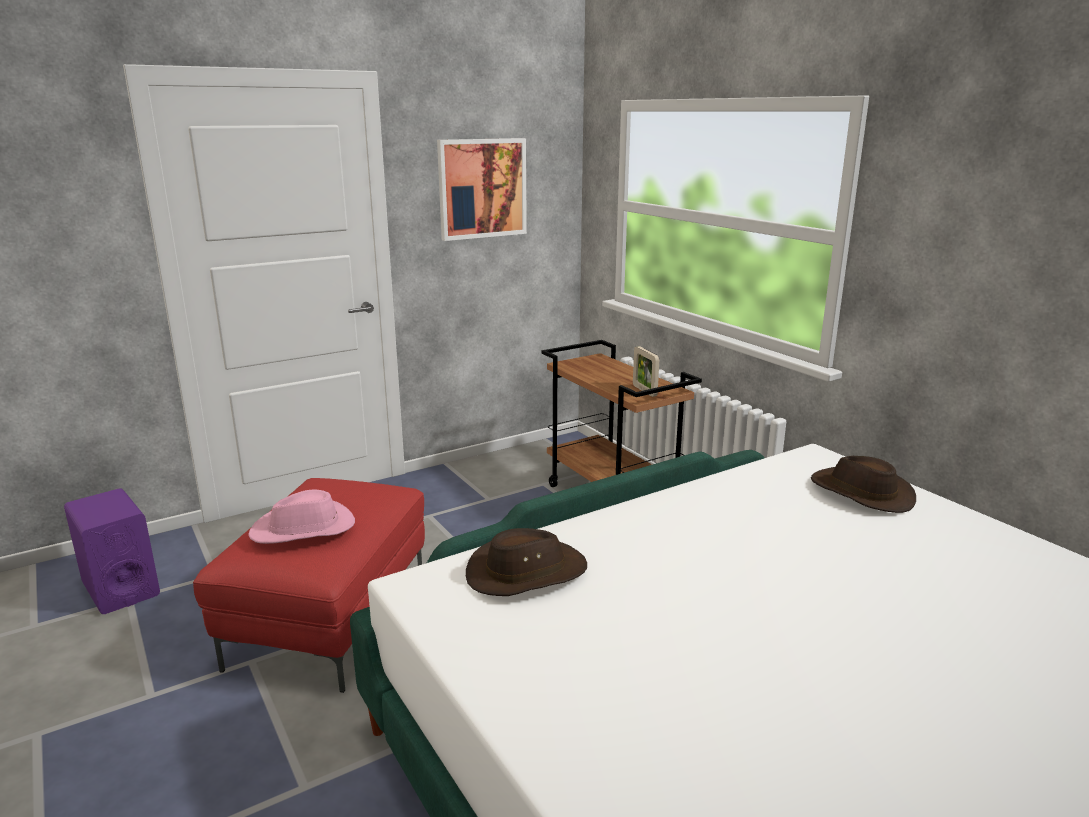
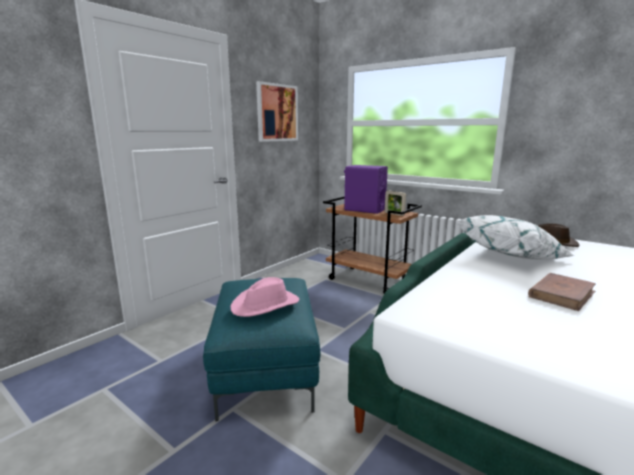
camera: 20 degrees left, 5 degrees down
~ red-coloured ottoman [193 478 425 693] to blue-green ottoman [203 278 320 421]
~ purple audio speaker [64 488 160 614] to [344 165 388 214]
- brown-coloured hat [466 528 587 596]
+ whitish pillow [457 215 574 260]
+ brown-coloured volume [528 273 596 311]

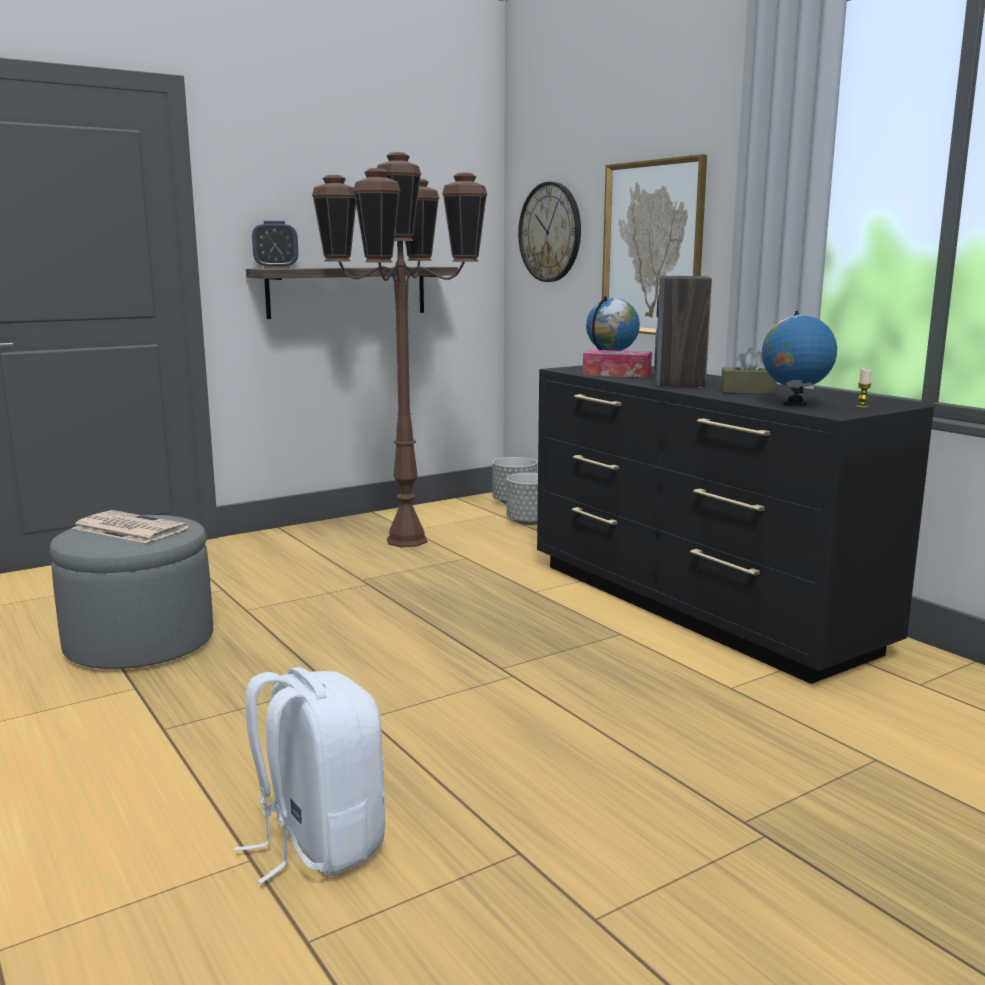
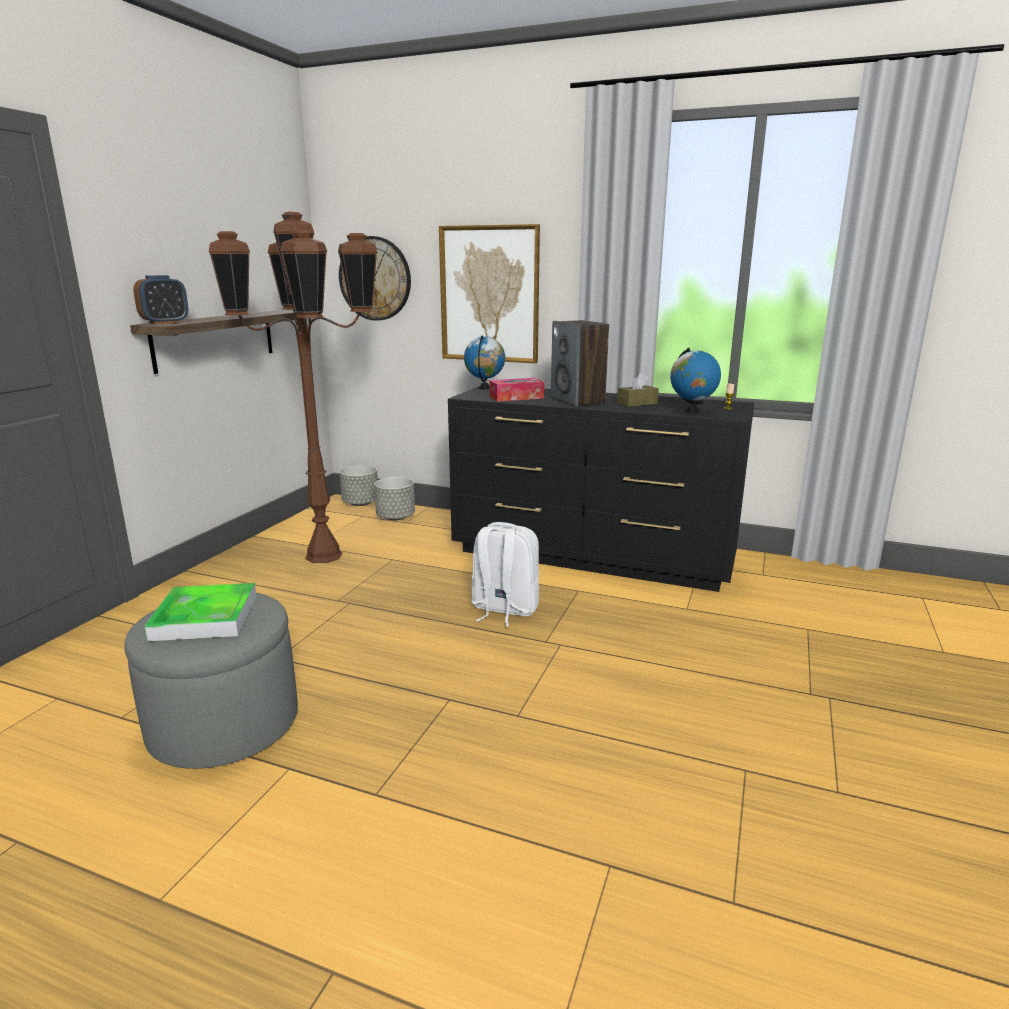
camera: 35 degrees left, 5 degrees up
~ printed paper [72 510 189 543] to carrying tray [145 583 257 641]
~ whitish backpack [234 667 385 884] to [471 522 539 627]

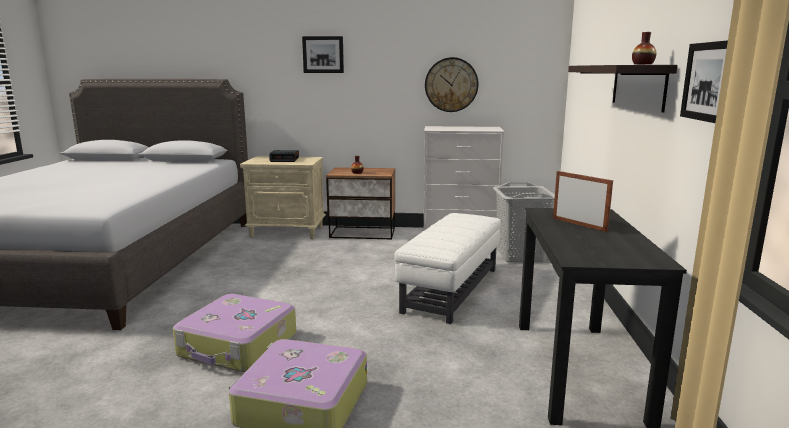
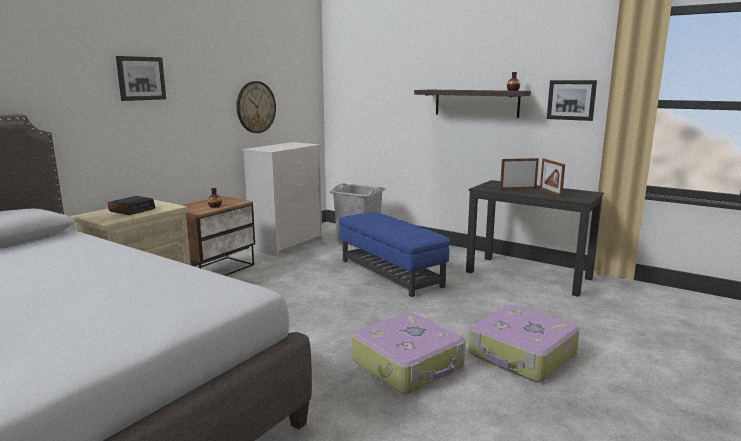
camera: 60 degrees left, 0 degrees up
~ whitish ottoman [394 213 501 324] to blue ottoman [339 212 450 297]
+ picture frame [540 159 565 197]

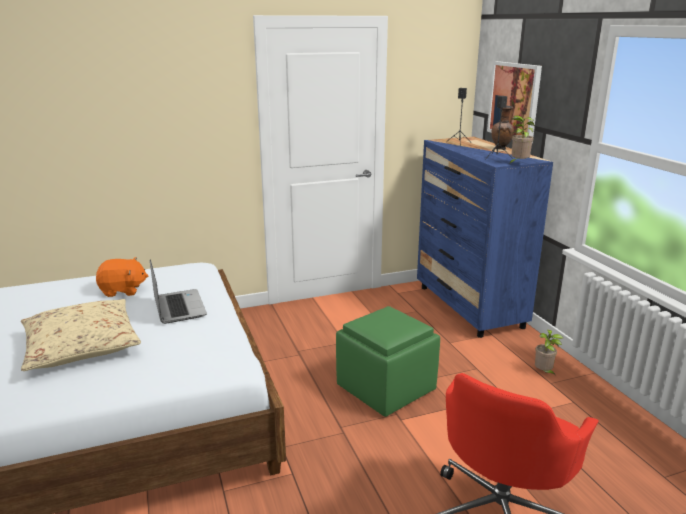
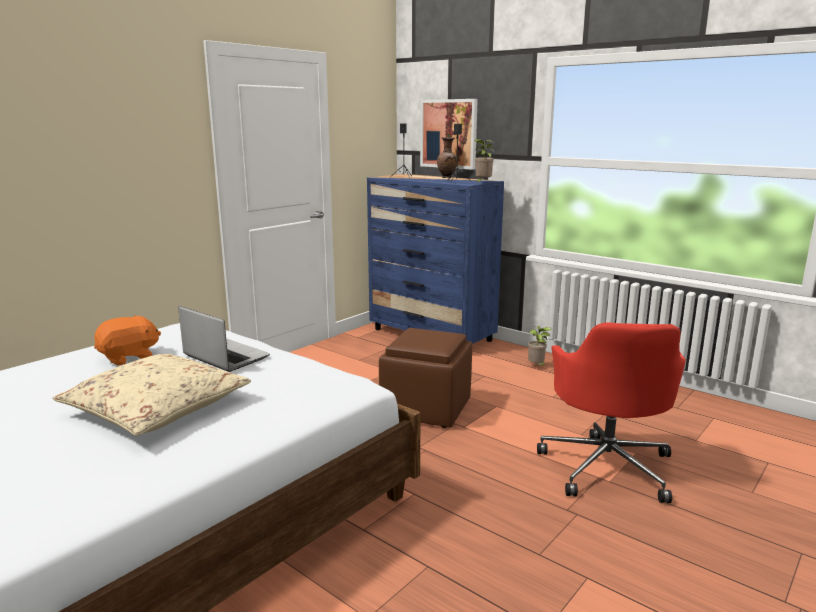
camera: 30 degrees left, 5 degrees down
~ green-coloured ottoman [336 306 440 417] to brown-coloured ottoman [379 328 472 428]

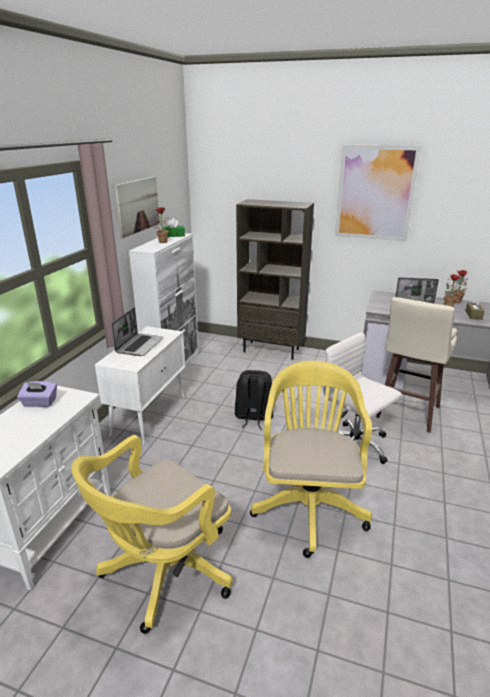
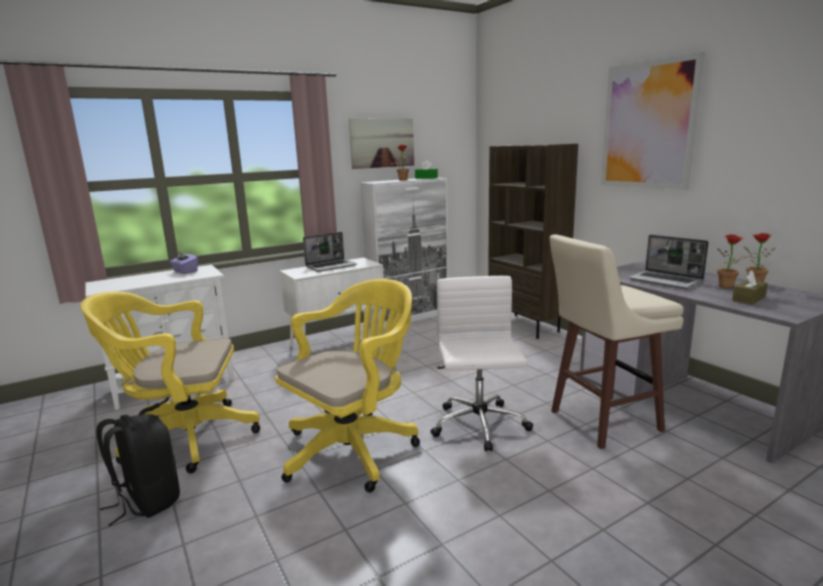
camera: 40 degrees right, 10 degrees down
~ blackish backpack [235 370 273 429] to [96 414 180 526]

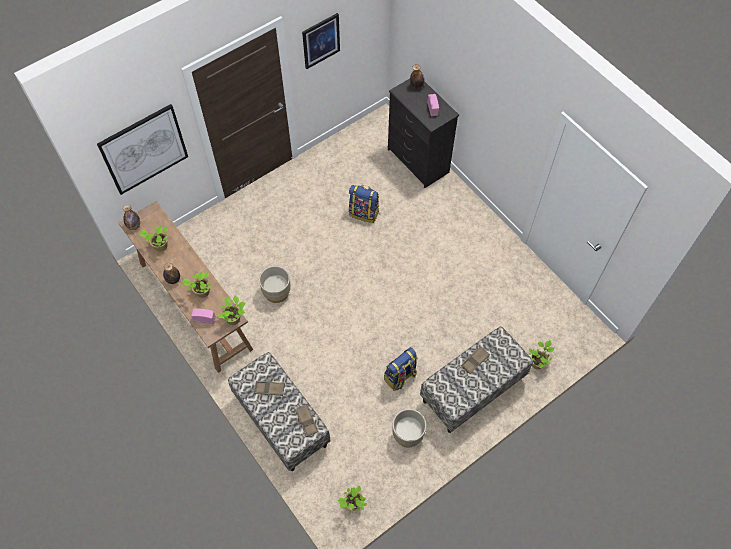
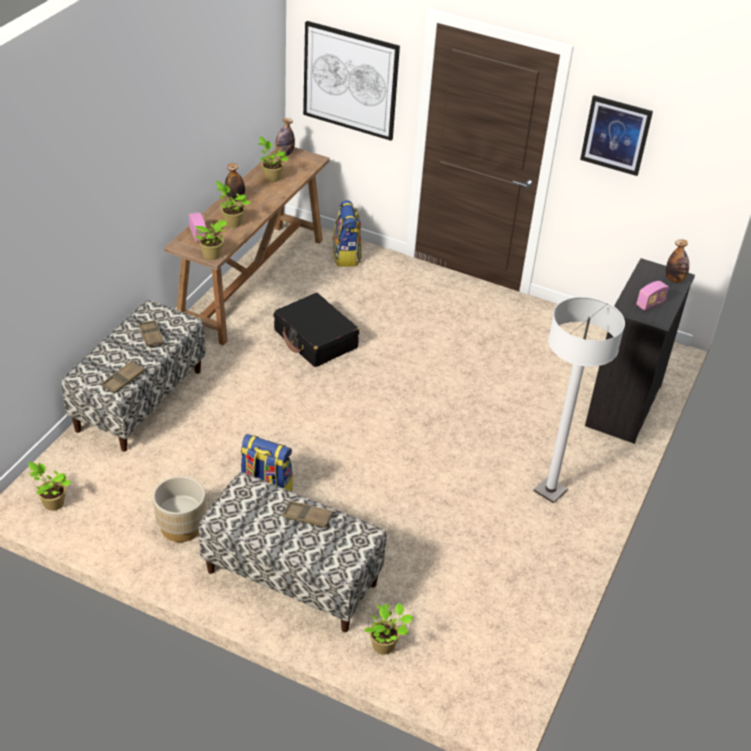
camera: 60 degrees right, 20 degrees down
~ backpack [349 185 379 223] to [333 200 362 267]
~ beige-coloured plant pot [259 266 291 303] to blackish travel case [274 293 359 367]
+ whitish floor lamp [534 296 625 504]

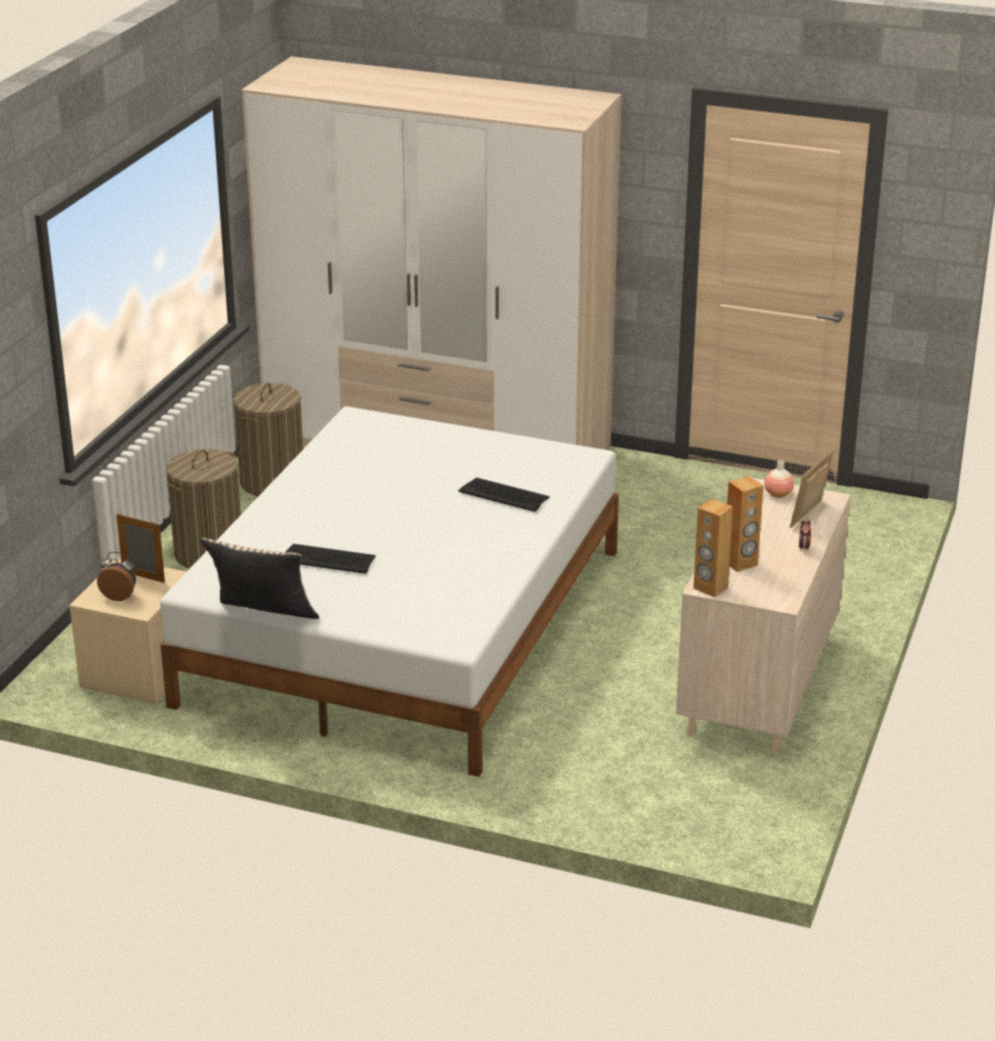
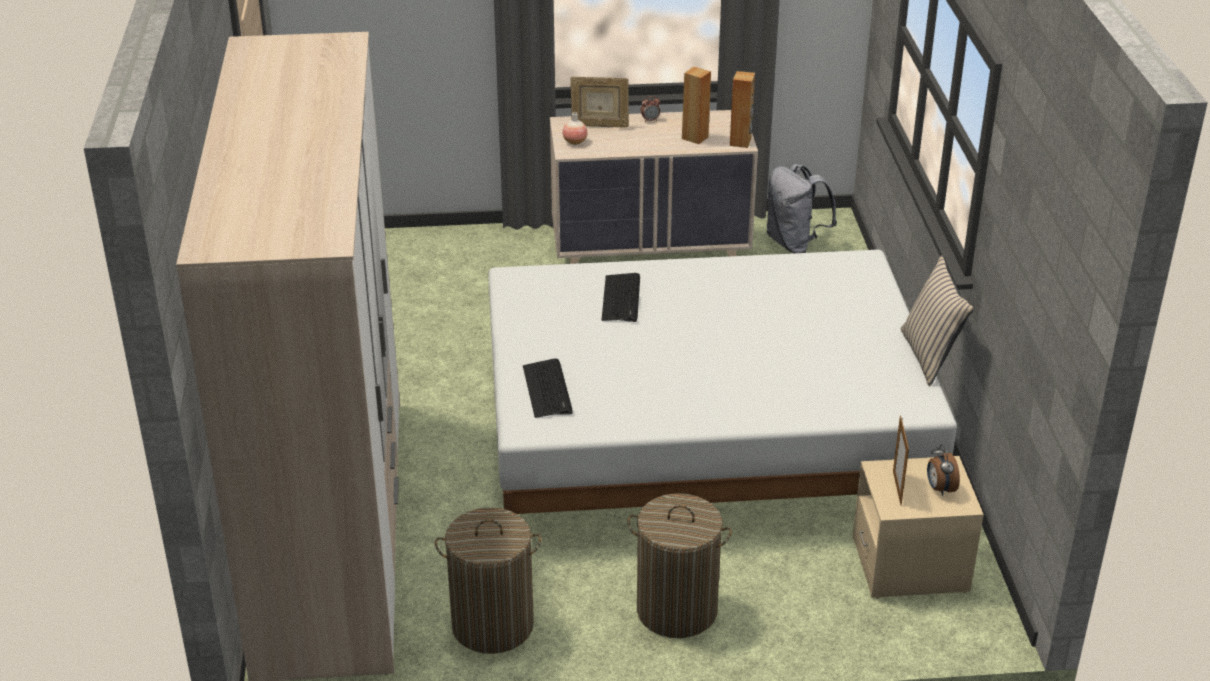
camera: 115 degrees left, 5 degrees up
~ keyboard [286 544 376 573] to [523 359 572 418]
+ grey backpack [767 164 837 253]

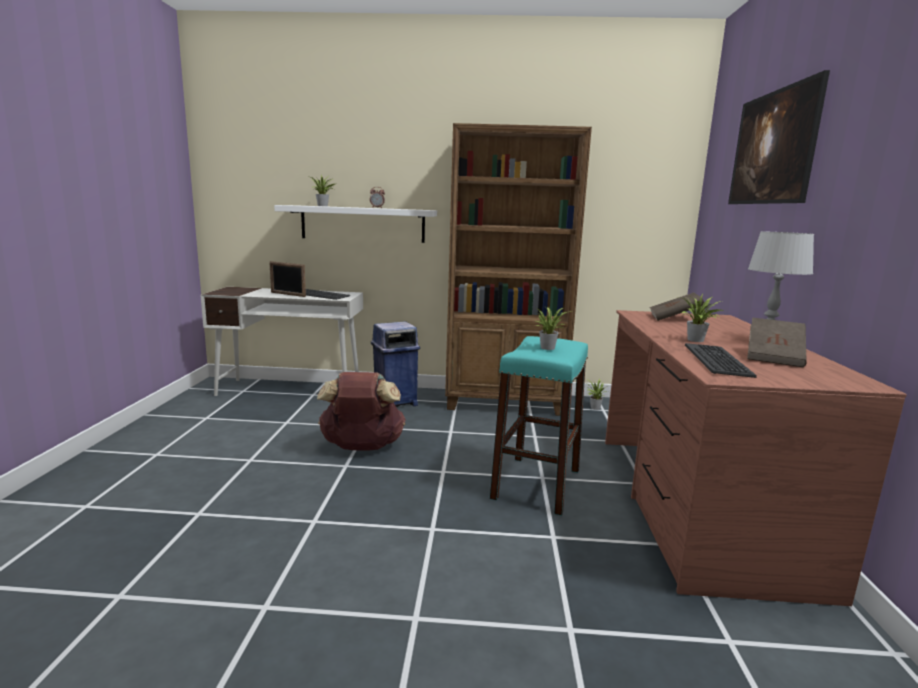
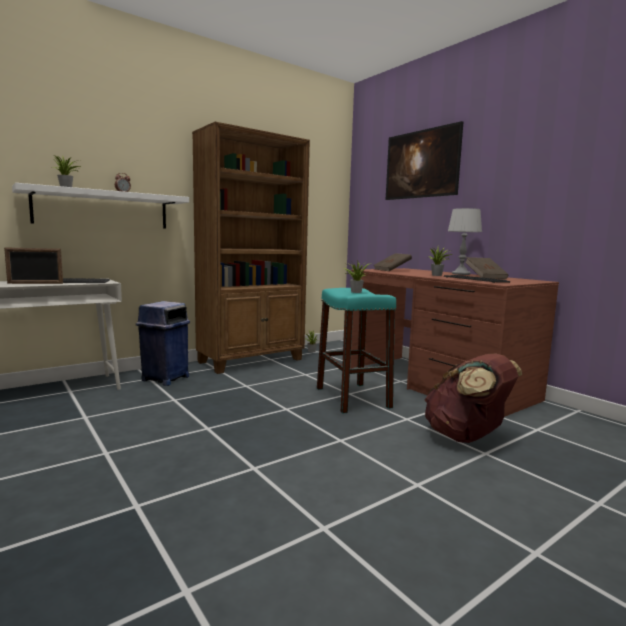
camera: 40 degrees left, 5 degrees down
~ brown-coloured backpack [317 372 406 451] to [425 354 522 443]

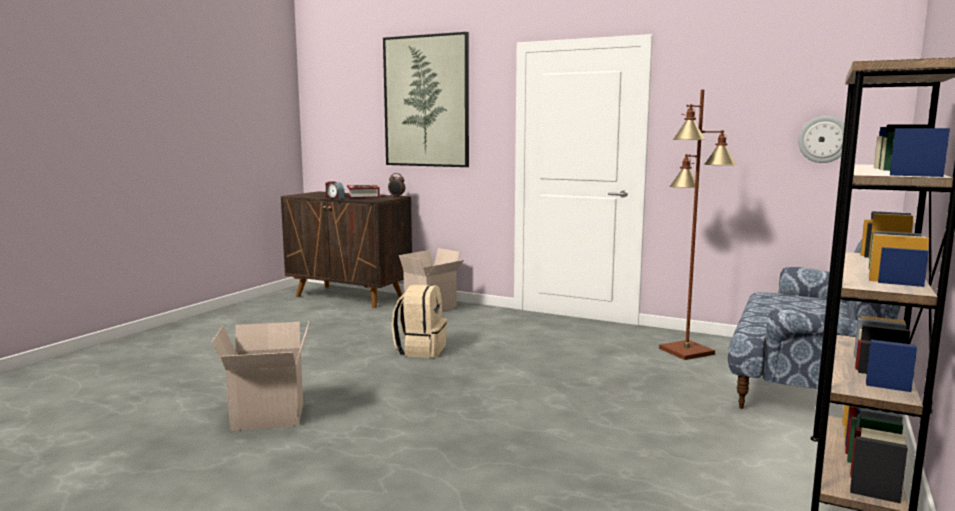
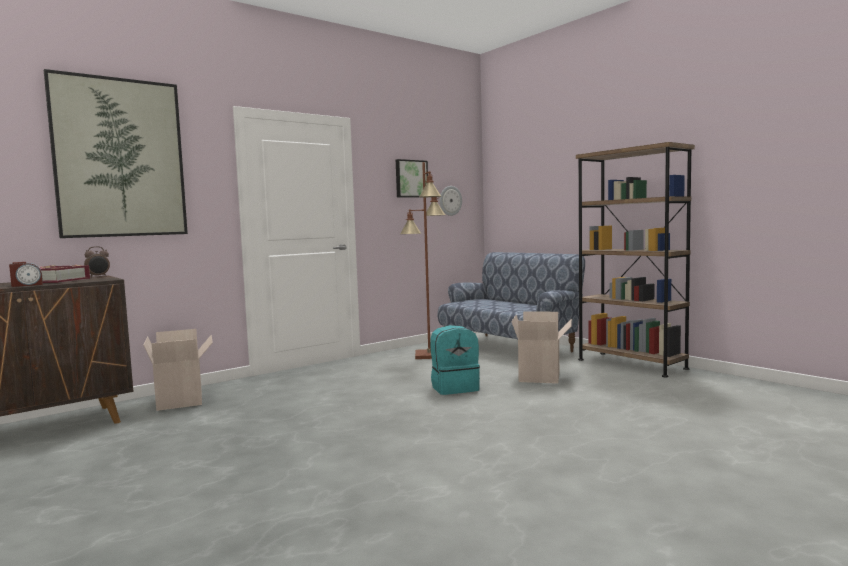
camera: 65 degrees left, 5 degrees down
- beige-coloured backpack [392 285 447 358]
~ carton [212 321 309 431] to [512 311 572 384]
+ picture [396 159 428 198]
+ blue-green backpack [430 325 480 395]

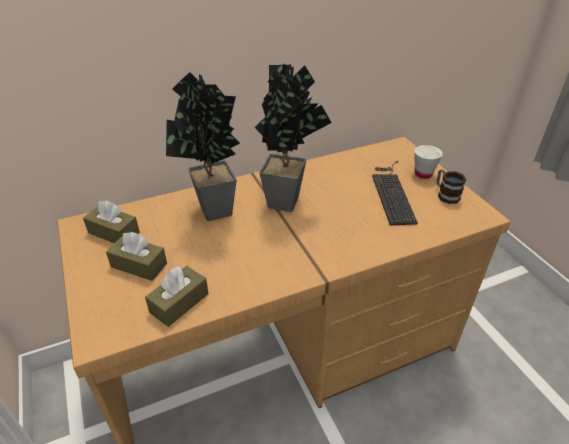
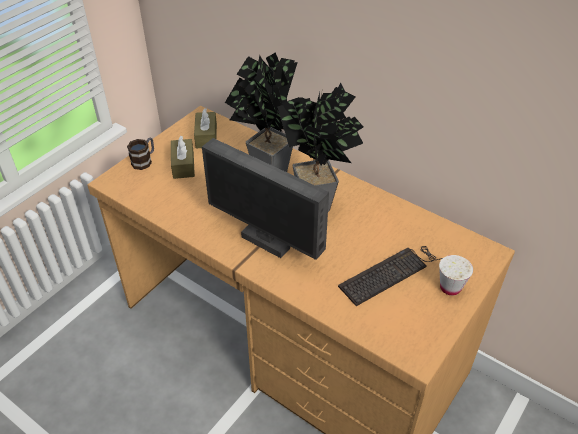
camera: 60 degrees right, 5 degrees up
~ mug [437 169 467 204] to [127 138 154 170]
- brown-coloured tissue box [145 266 208 327]
+ computer screen [202 138 329 260]

